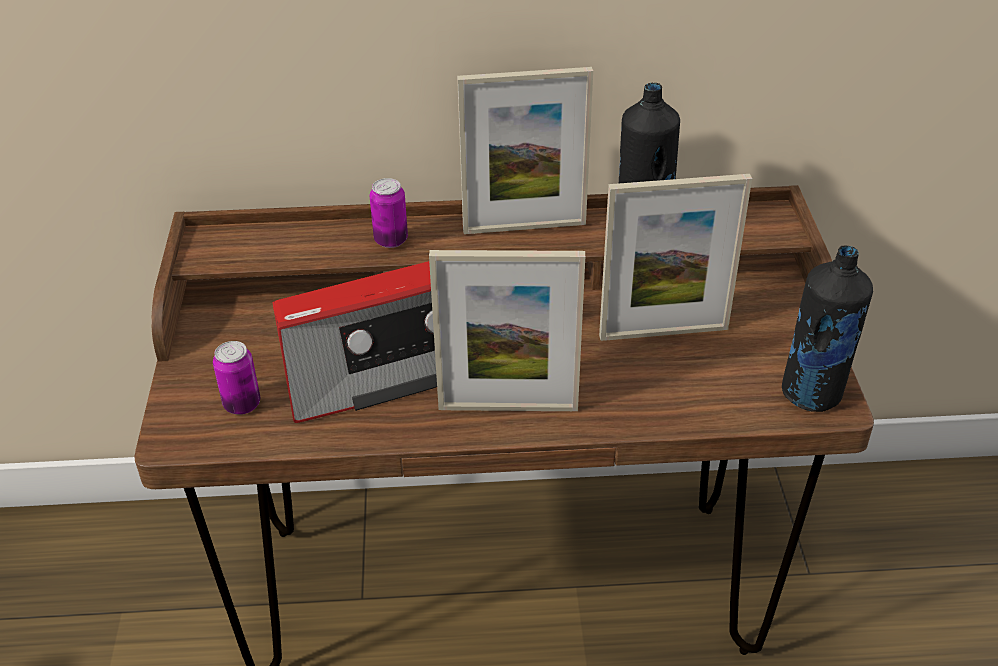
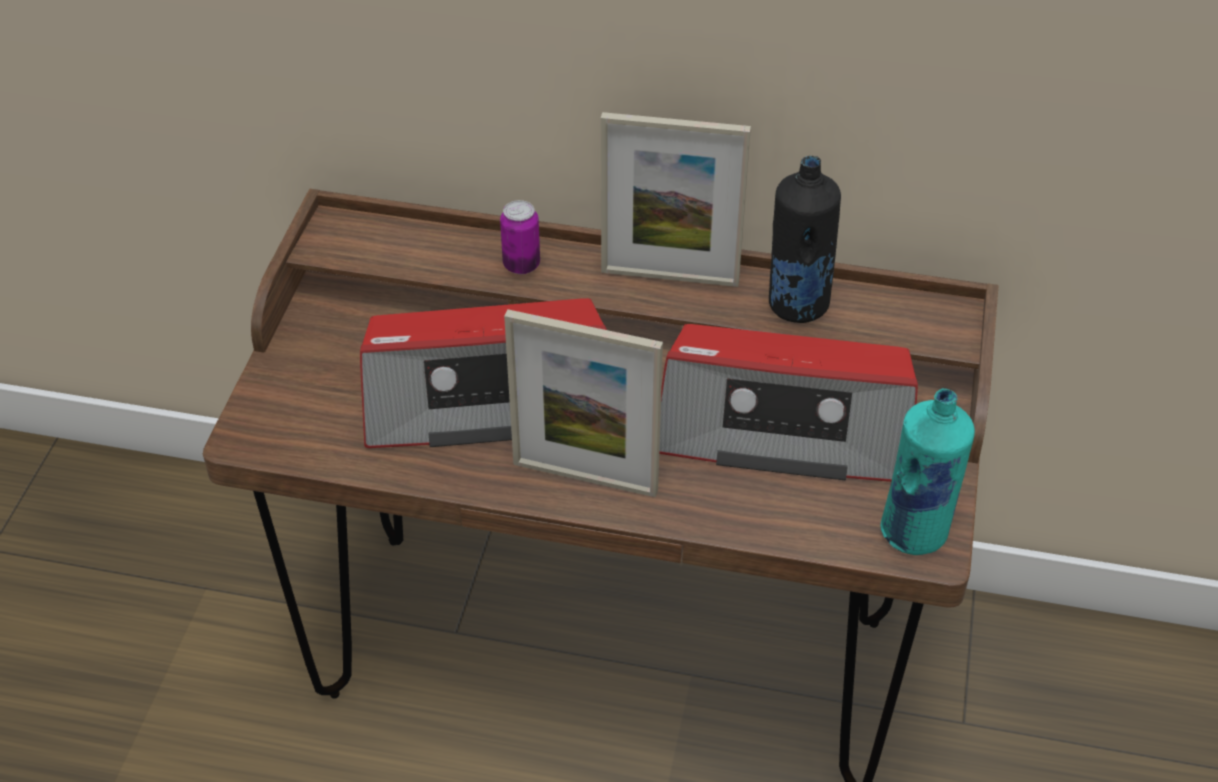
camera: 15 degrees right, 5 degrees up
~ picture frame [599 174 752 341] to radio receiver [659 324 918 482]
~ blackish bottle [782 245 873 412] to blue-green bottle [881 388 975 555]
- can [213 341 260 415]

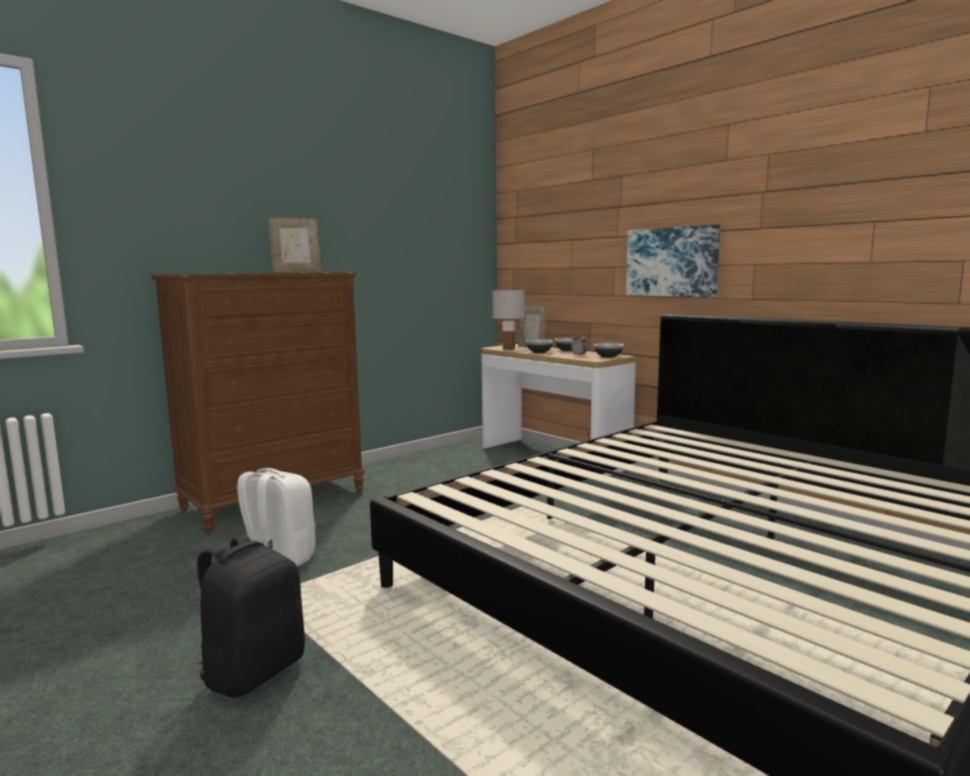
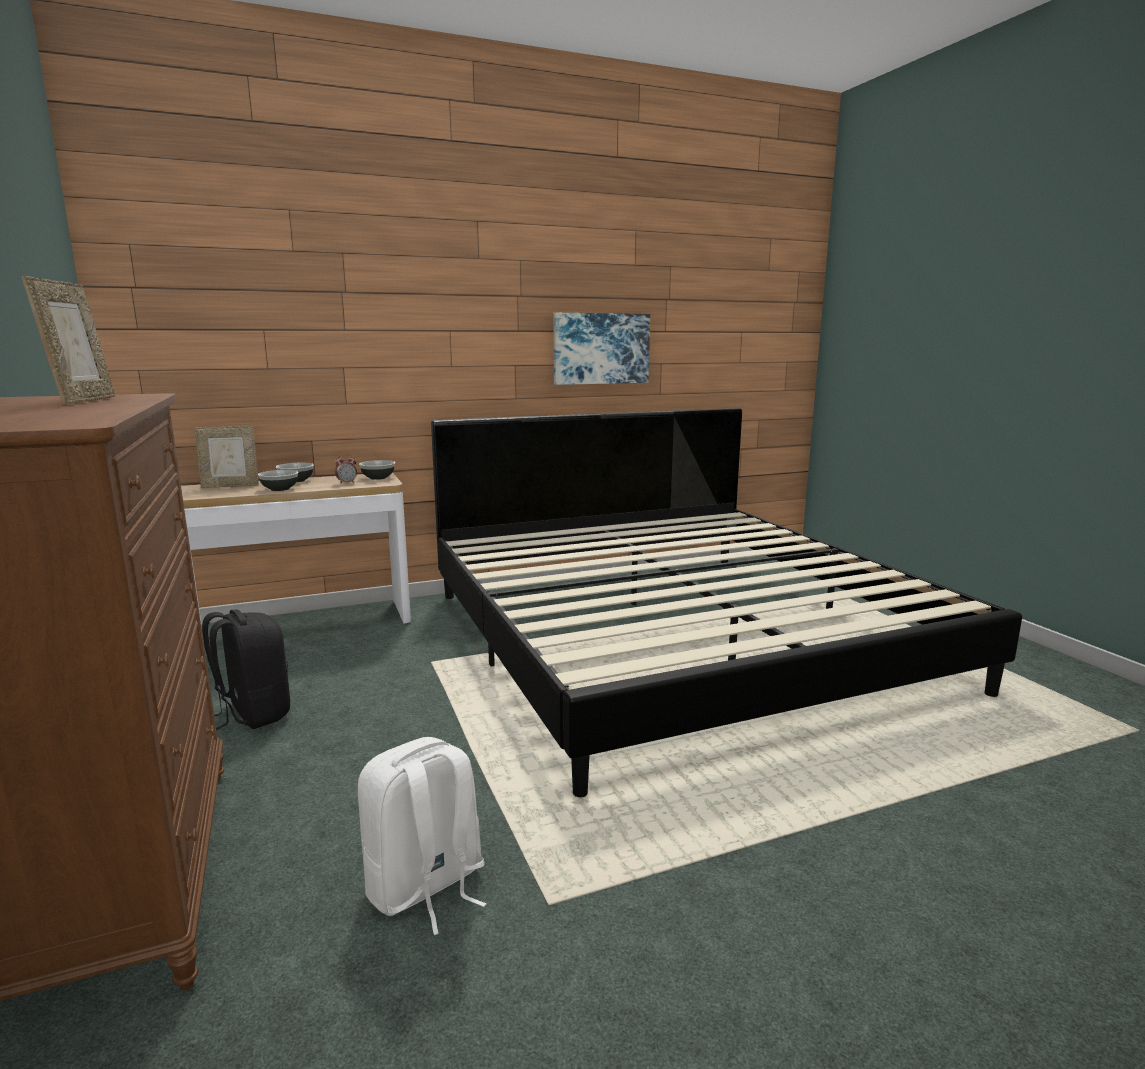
camera: 70 degrees left, 5 degrees up
~ picture [626 224 720 297] to [553 313 650 385]
- whitish table lamp [492 290 525 350]
~ blackish backpack [197 535 305 697] to [202 609 290 730]

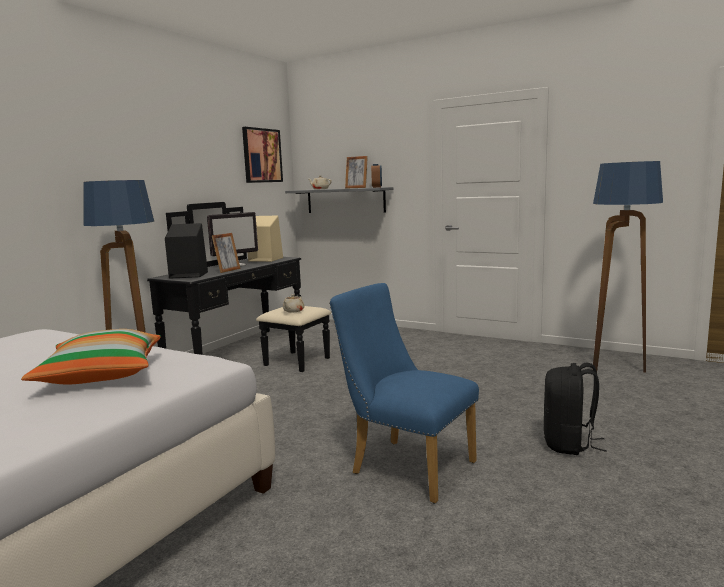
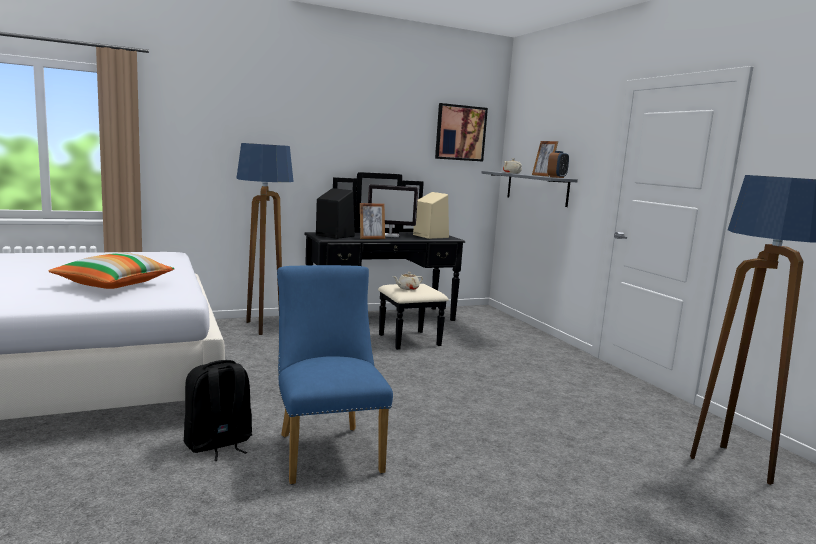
camera: 35 degrees right, 0 degrees up
~ blackish backpack [544 363 607 455] to [184 360 252 461]

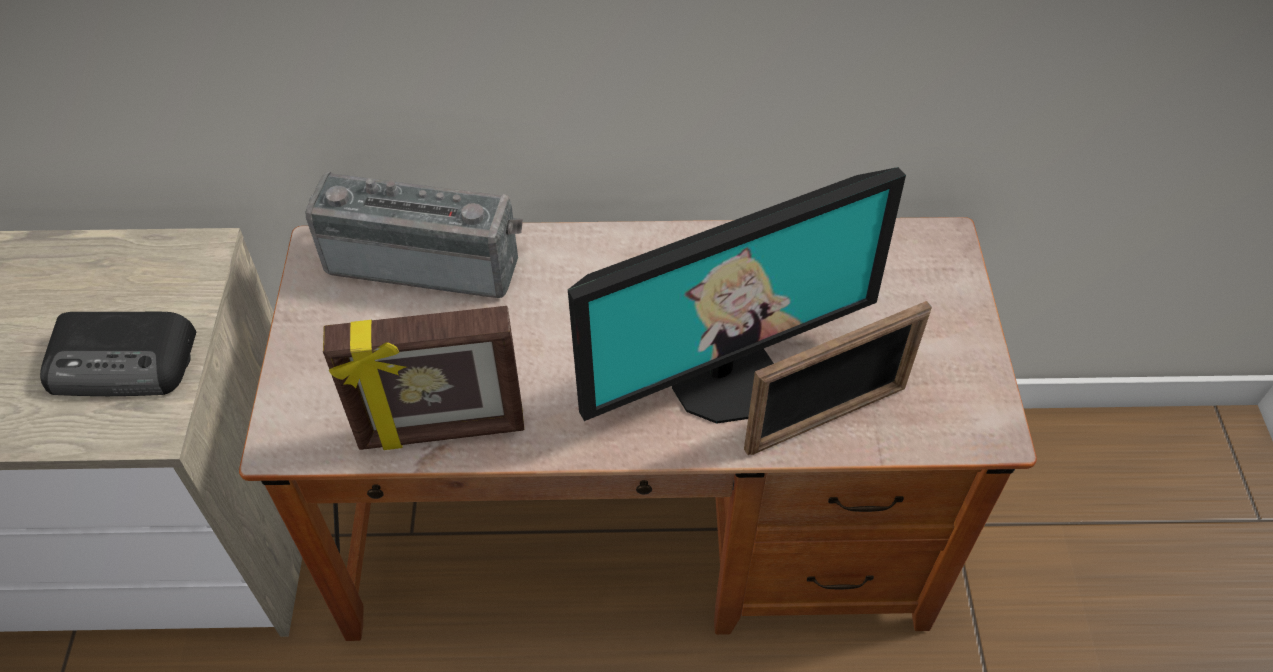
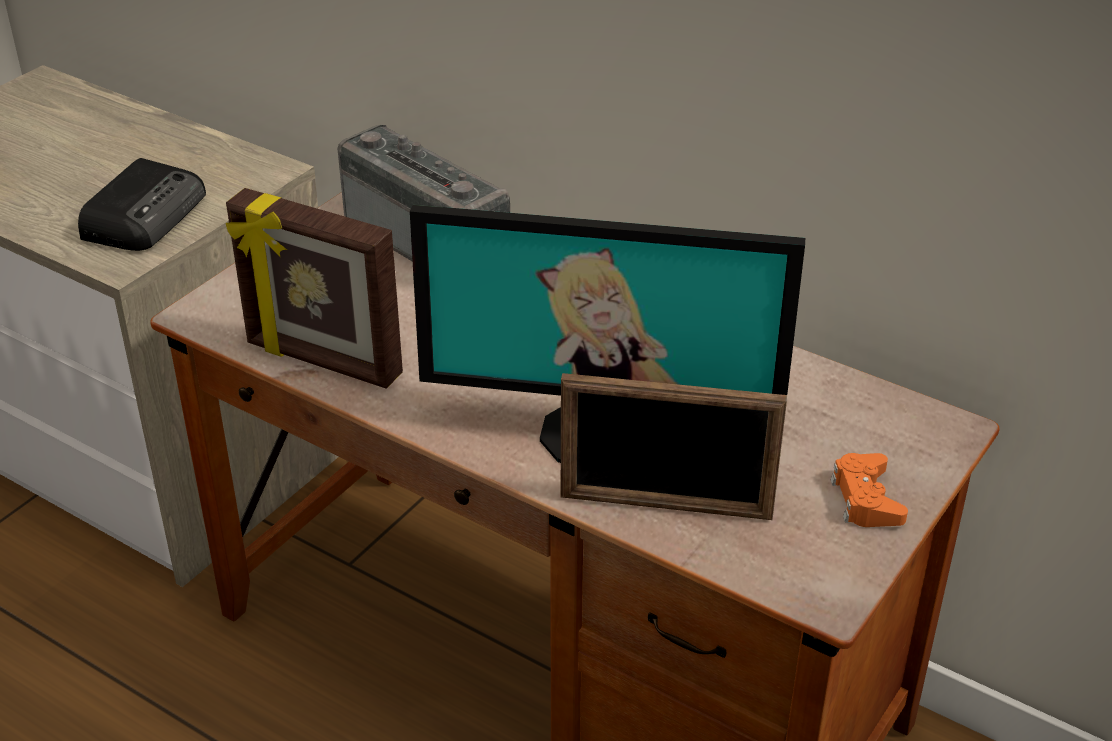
camera: 35 degrees right, 15 degrees down
~ radio receiver [40 312 196 396] = [78 158 206 251] 105 degrees counterclockwise
+ orange-coloured joypad [831 453 908 527]

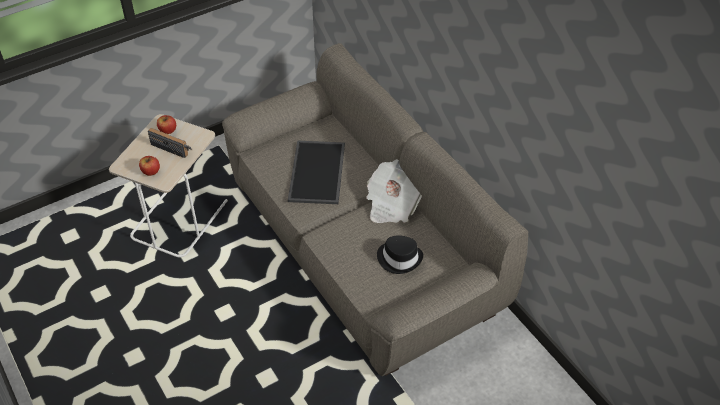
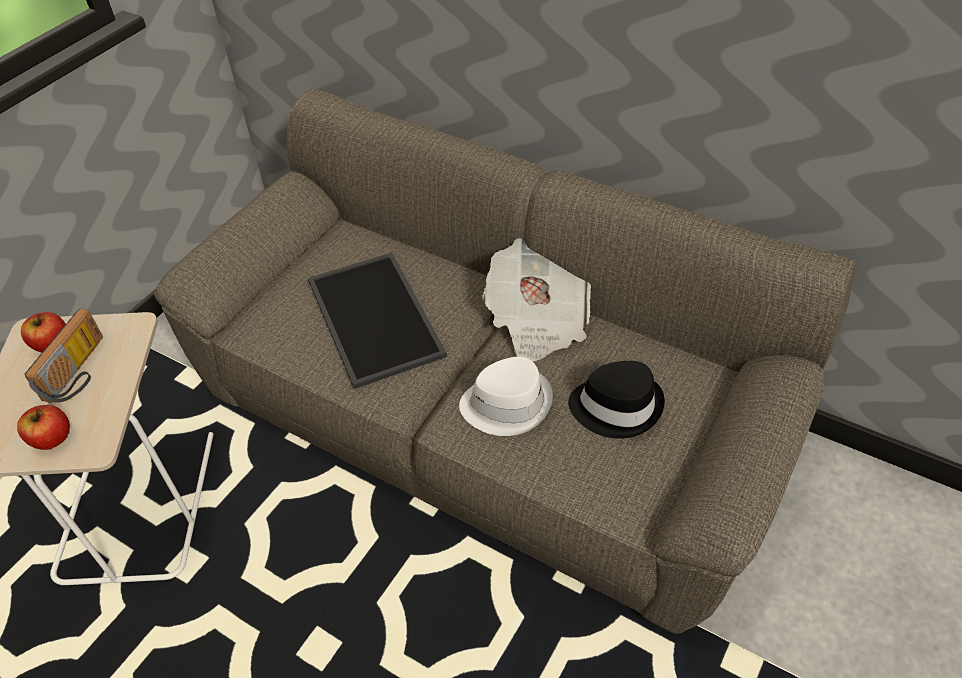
camera: 25 degrees left, 0 degrees up
~ radio receiver [148 128 192 158] = [25 308 103 403] 105 degrees clockwise
+ whitish hat [459 357 553 436]

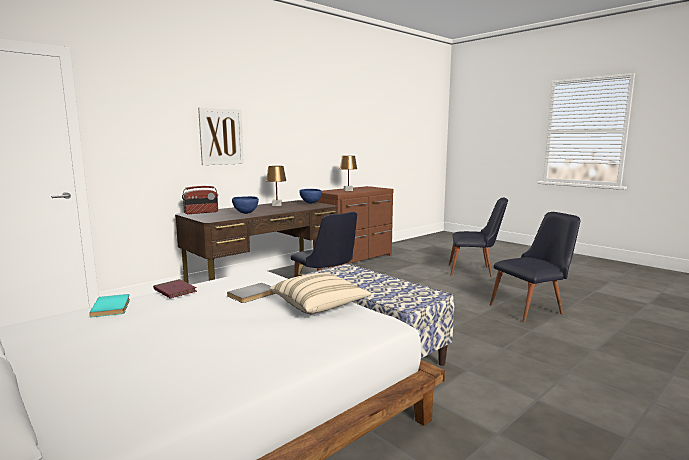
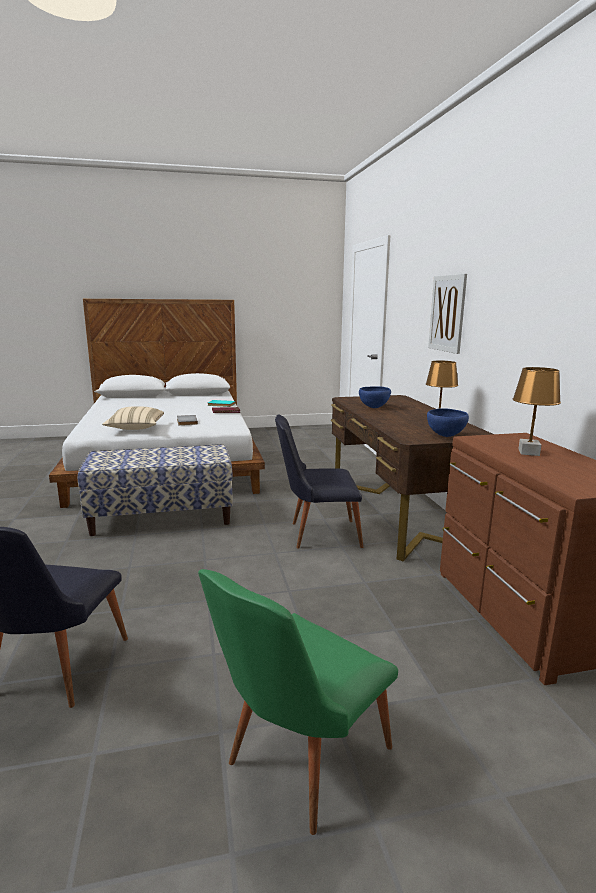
camera: 120 degrees right, 5 degrees up
- radio receiver [182 186 218 214]
~ blackish chair [449 197 508 277] to green-coloured chair [198 569 398 835]

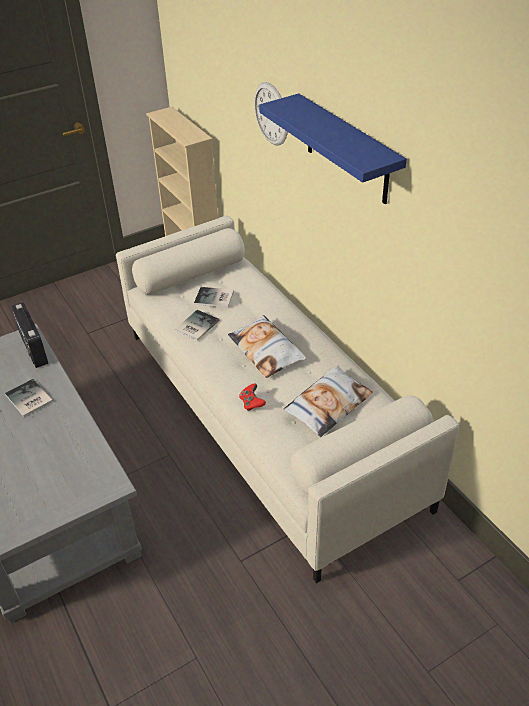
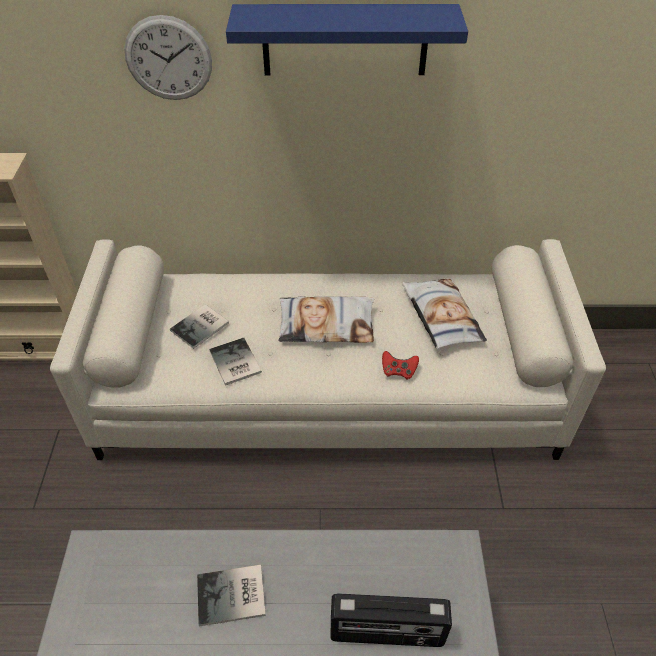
camera: 60 degrees left, 5 degrees up
~ radio receiver [11 302 48 368] to [331 594 452 647]

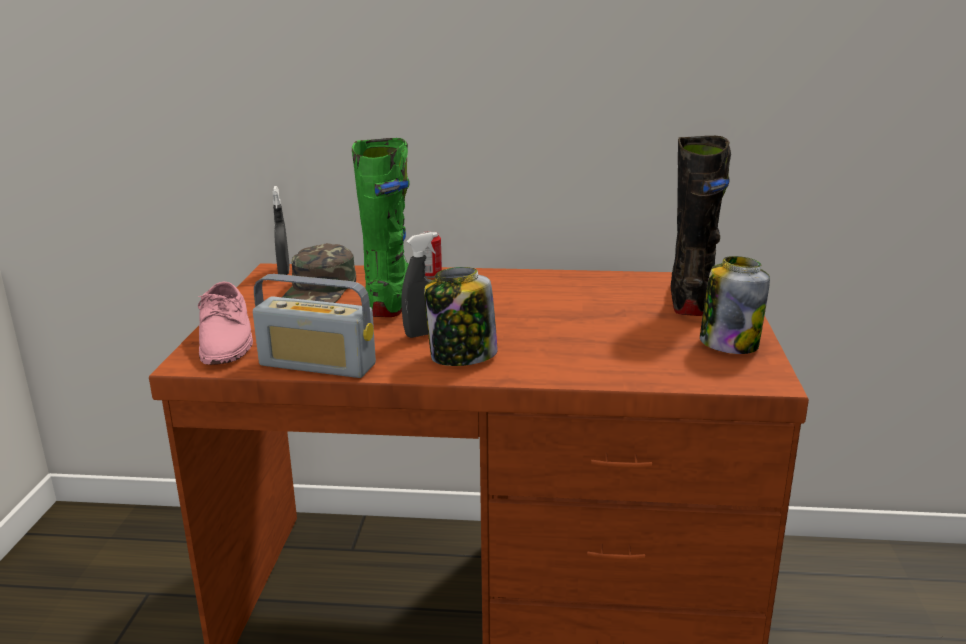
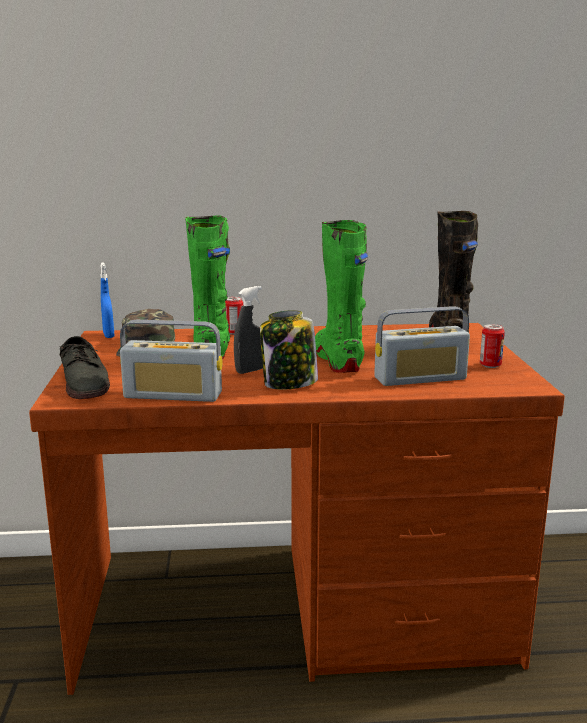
camera: 10 degrees left, 5 degrees down
~ grey sprayer [272 186 290 275] to blue sprayer [100 262 114 338]
~ jar [700 256 770 354] to can [480 324 505 368]
~ pink-coloured item of footwear [198 281 253 365] to grey item of footwear [59 336 110 399]
+ green-coloured high-top boot [315 220 368 373]
+ radio receiver [374 306 470 386]

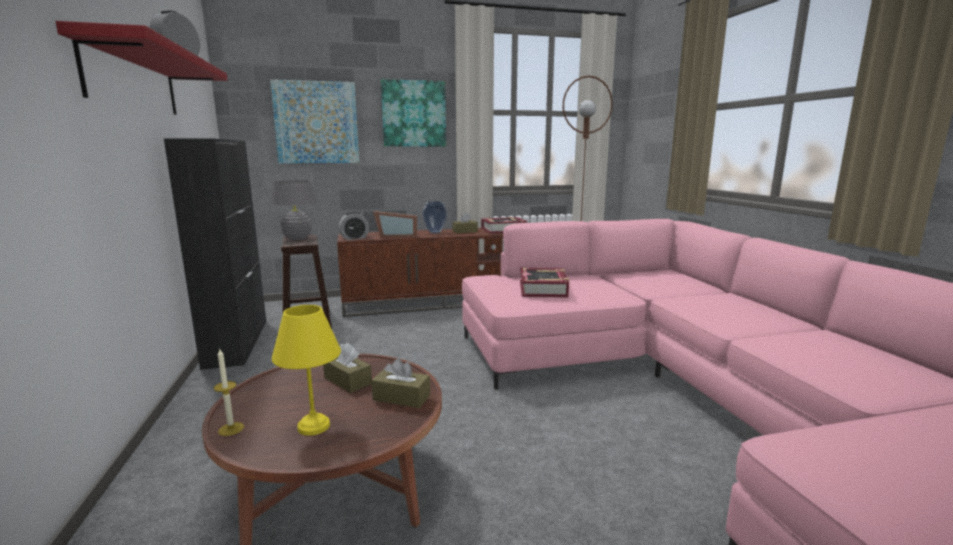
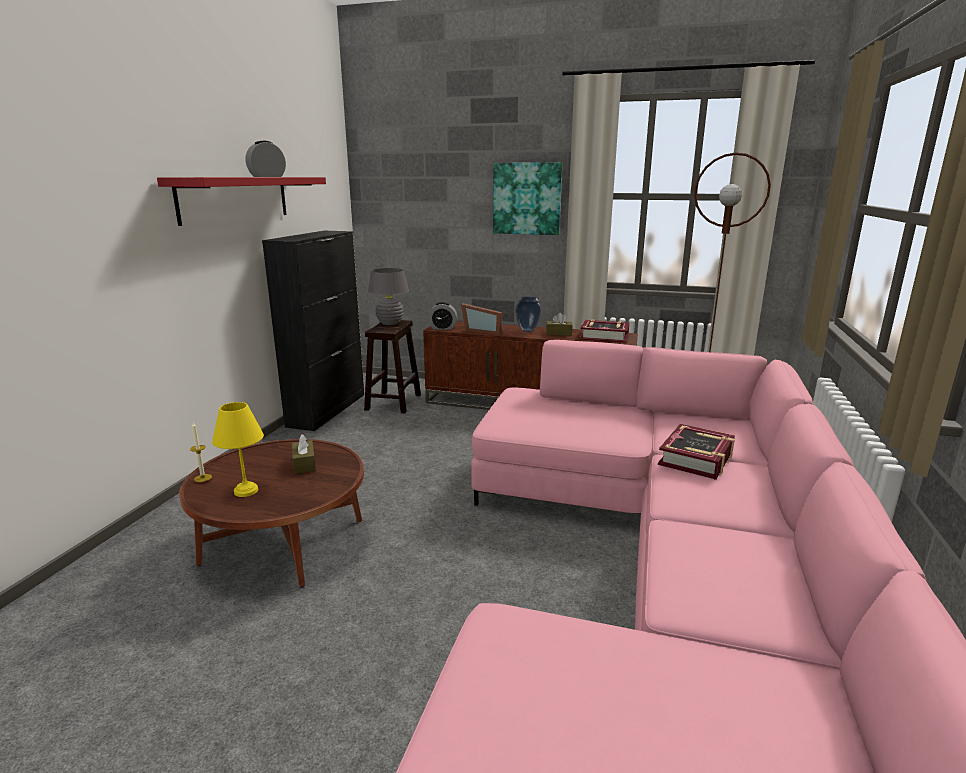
camera: 30 degrees right, 5 degrees up
- picture [270 79 359 163]
~ volume [520 268 569 298] to [658 424 735 480]
- brown-coloured tissue box [371 358 430 408]

